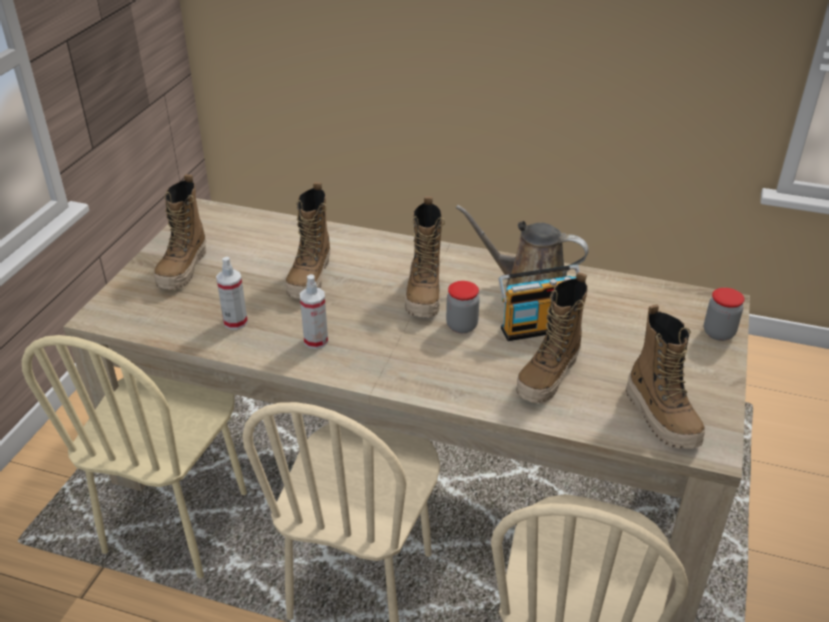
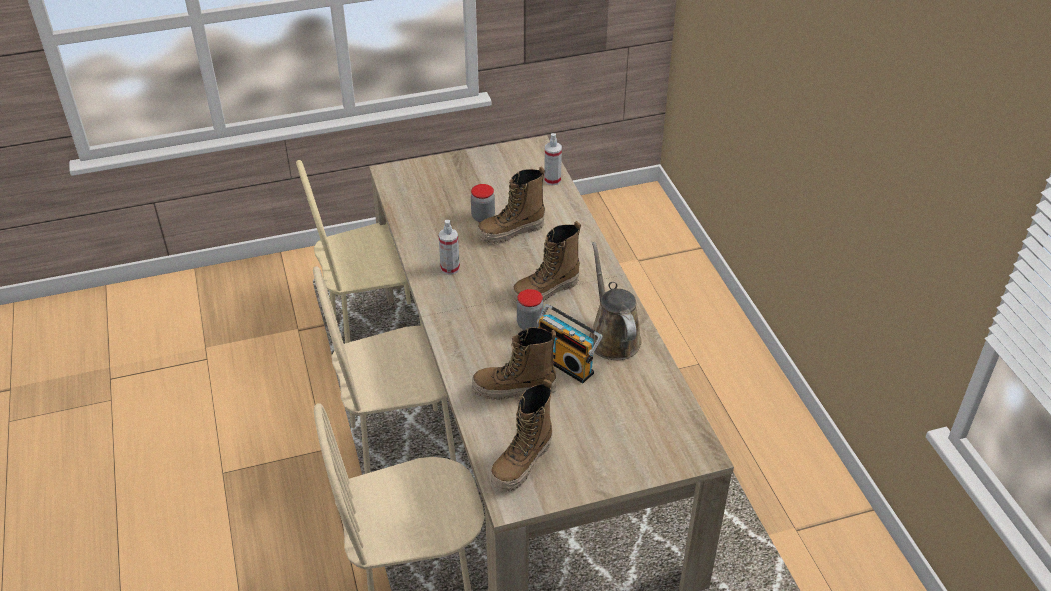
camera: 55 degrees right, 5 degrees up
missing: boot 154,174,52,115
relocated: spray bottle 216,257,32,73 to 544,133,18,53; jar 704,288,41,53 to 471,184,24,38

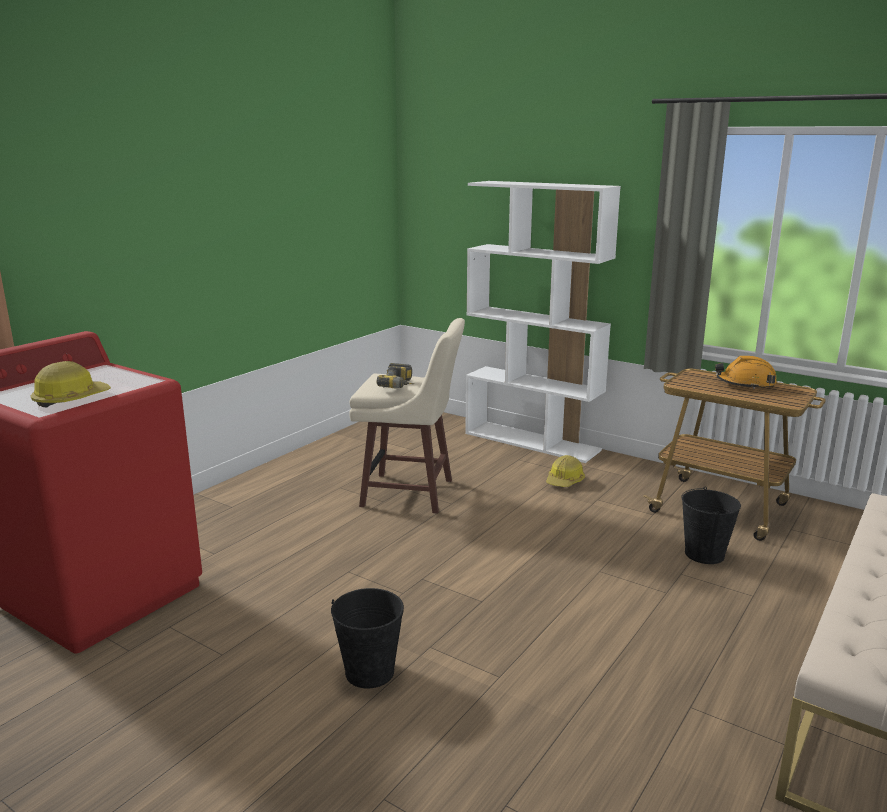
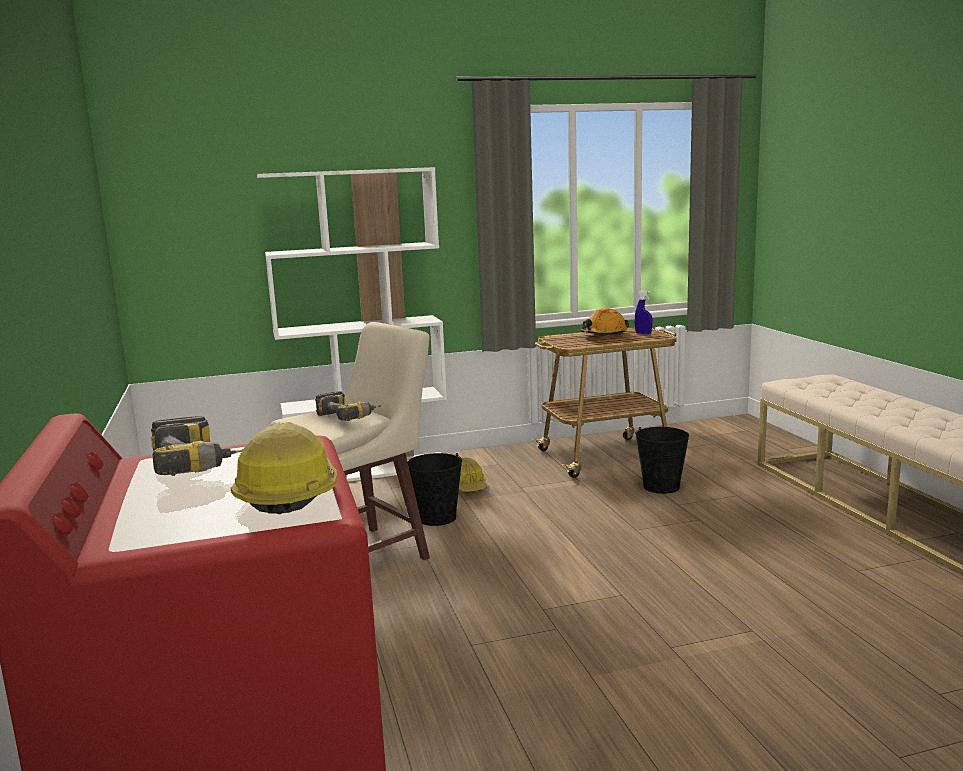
camera: 50 degrees left, 5 degrees down
appeared: power drill 151,416,92,60; spray bottle/blue 635,291,17,43
relocated: bucket/black 331,588,73,100 to 407,453,55,73

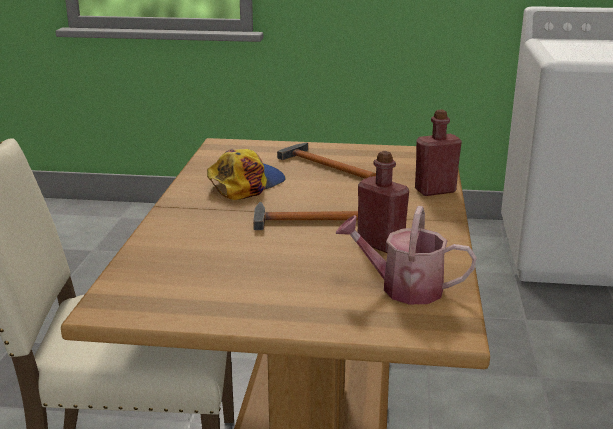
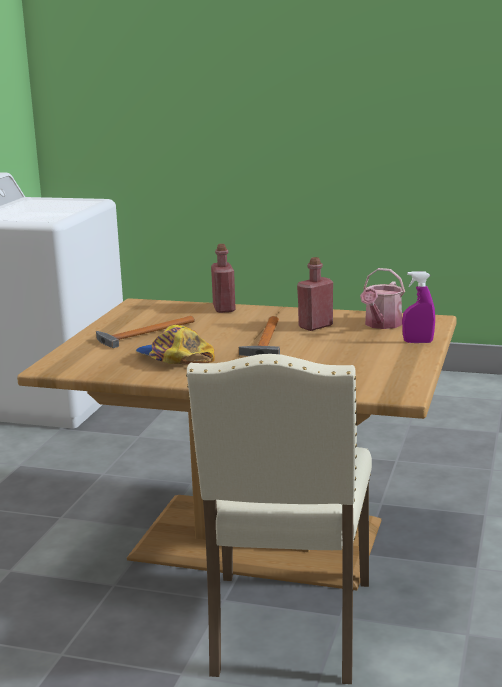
camera: 80 degrees left, 5 degrees down
appeared: spray bottle/purple 402,271,33,72

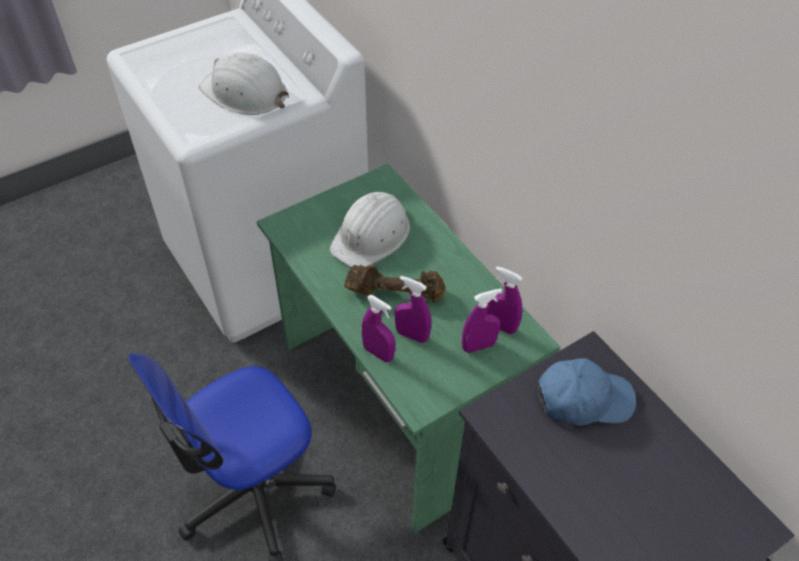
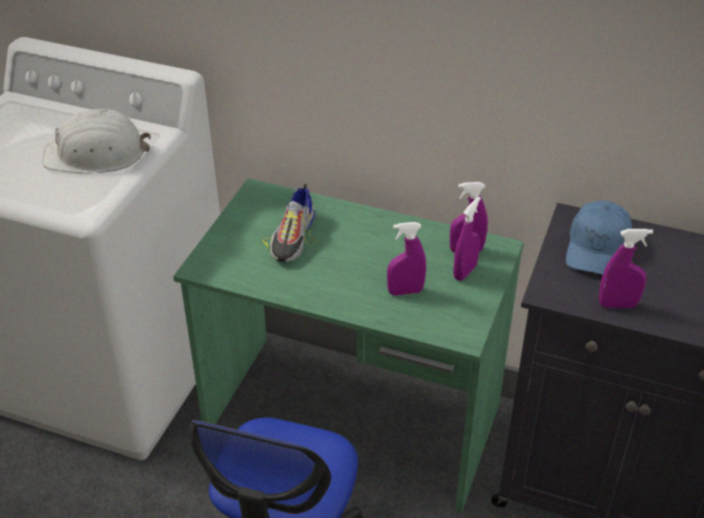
camera: 35 degrees left, 10 degrees down
missing: dumbbell/brown 344,265,101,38
relocated: spray bottle/purple 362,295,33,67 to 599,229,54,79
exchanged: hard hat/white 329,192,81,76 to shoe 263,184,53,78
spun: cap/blue 538,358,98,68 = 566,201,66,74 150 degrees clockwise

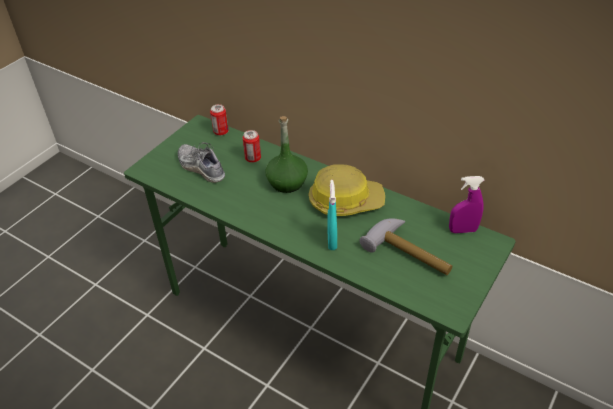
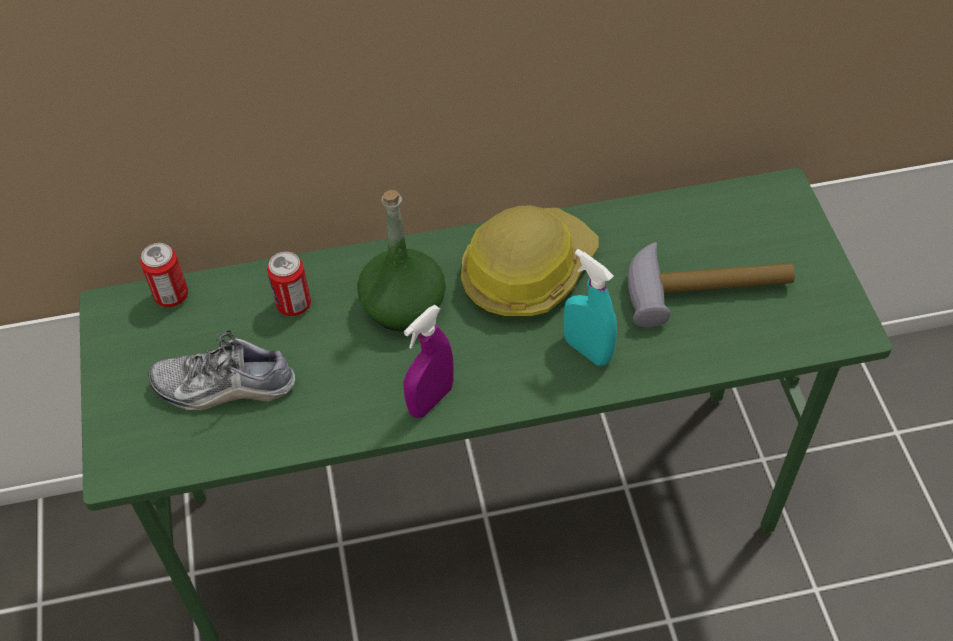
camera: 45 degrees left, 10 degrees up
relocated: spray bottle/purple 449,176,35,58 to 403,305,51,113

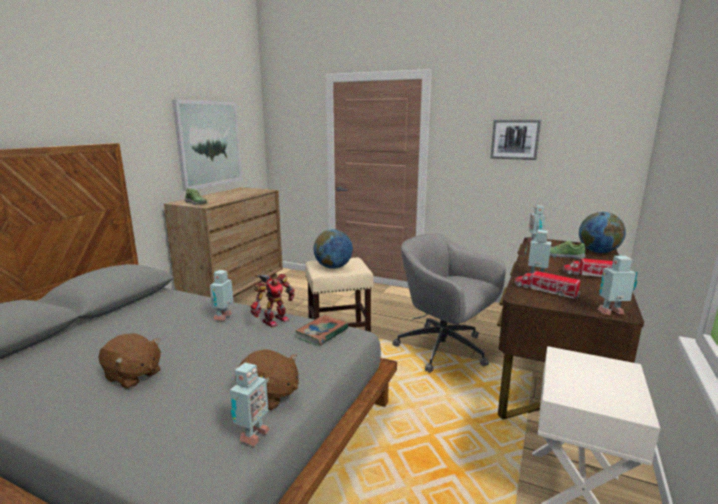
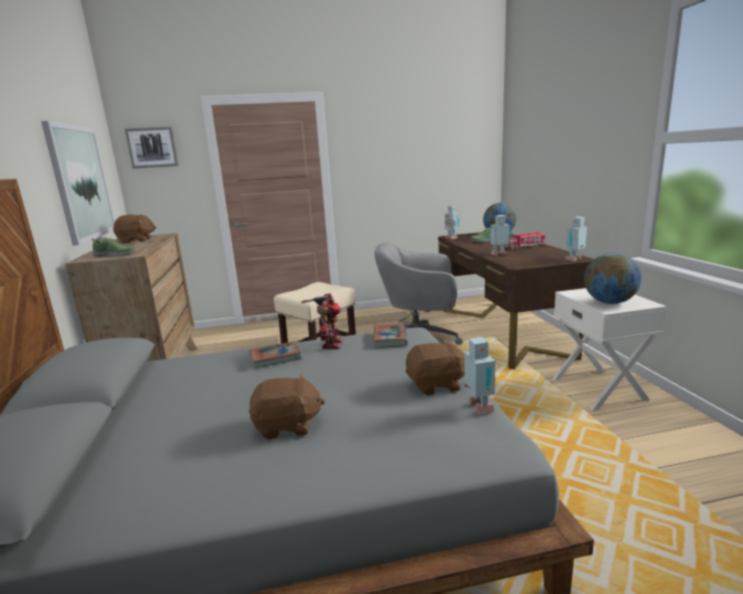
camera: 35 degrees left, 0 degrees up
missing: toy truck 514,270,66,29
appeared: plush toy/brown 113,215,43,28
relocated: globe 313,229,40,40 to 584,253,58,51; picture 491,120,50,40 to 125,126,54,42
exchanged: toy robot 210,270,24,51 to book 249,341,53,27

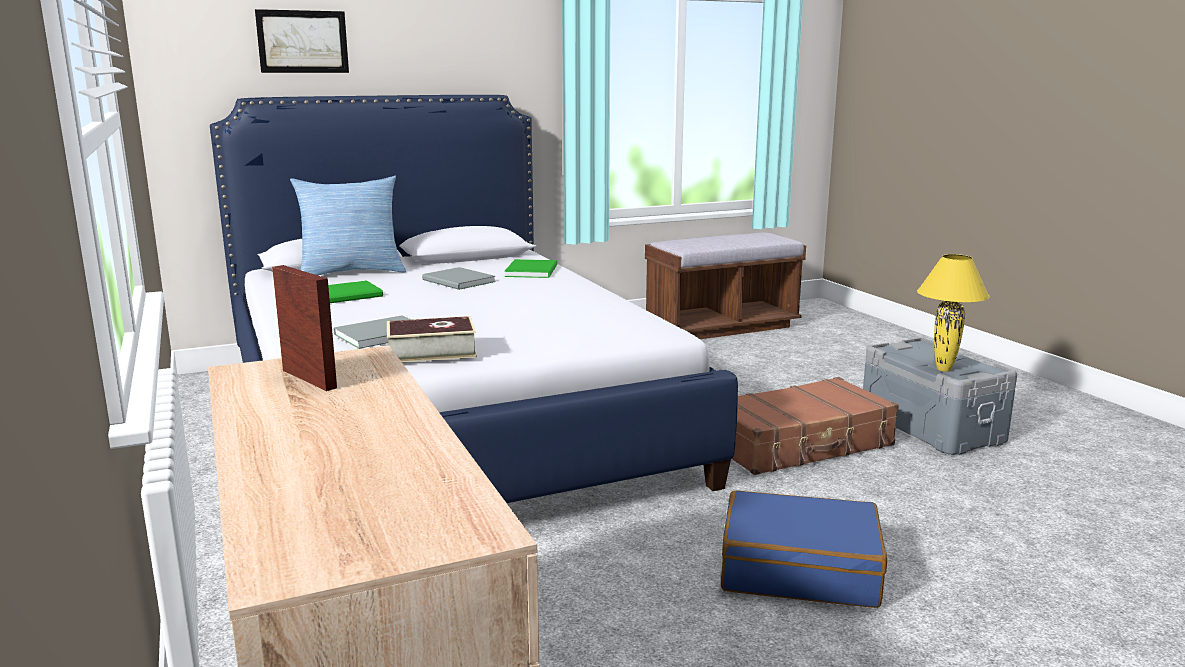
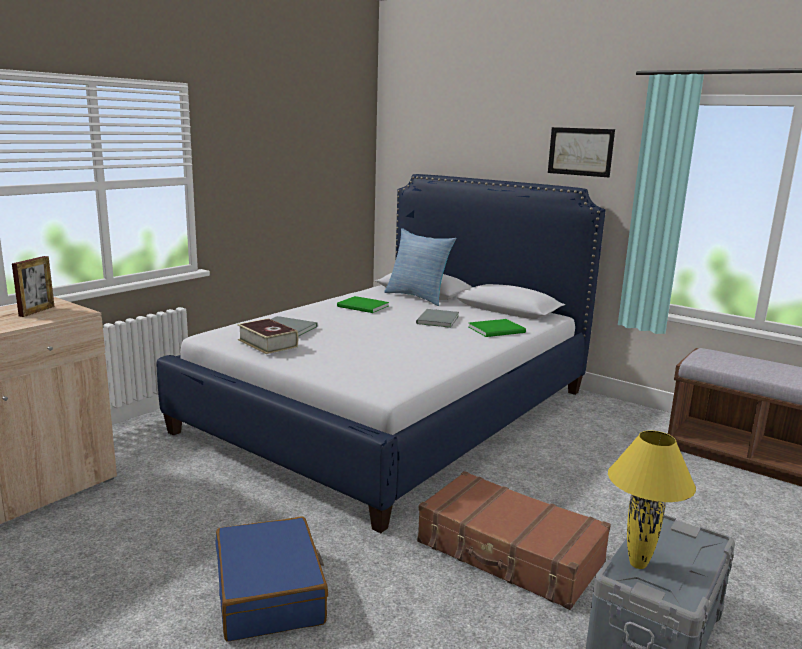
camera: 60 degrees right, 0 degrees up
relocated: picture 255,9,94,64 to 548,127,67,50

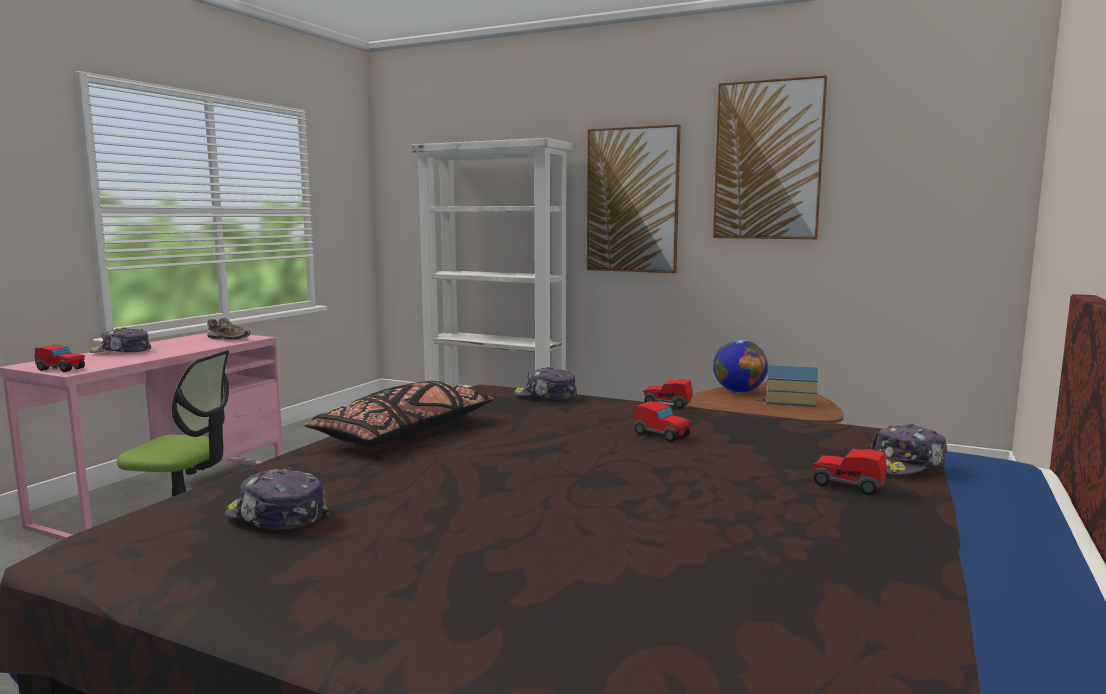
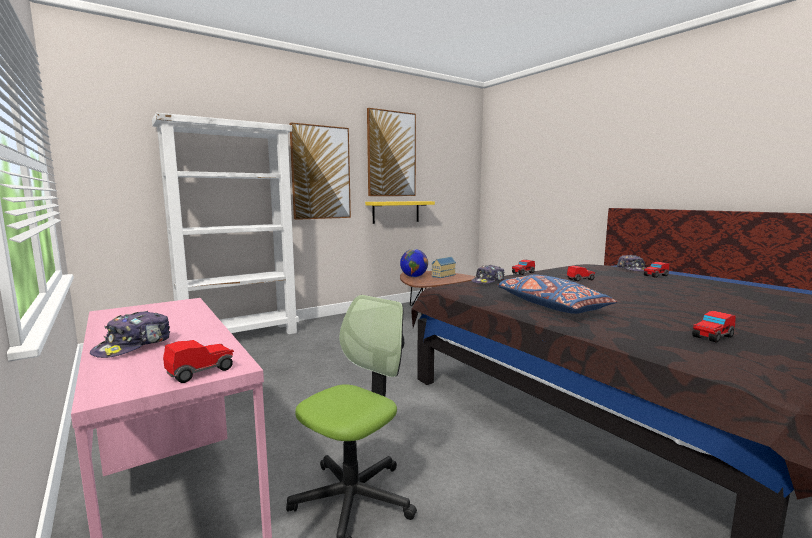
camera: 60 degrees left, 0 degrees up
missing: shoe 207,317,43,23
appeared: shelf/yellow 365,201,70,23
exchanged: cap 224,467,105,63 to toy car 692,311,44,32
colour: pillow/black 304,381,190,65 to pillow/blue 498,274,119,40

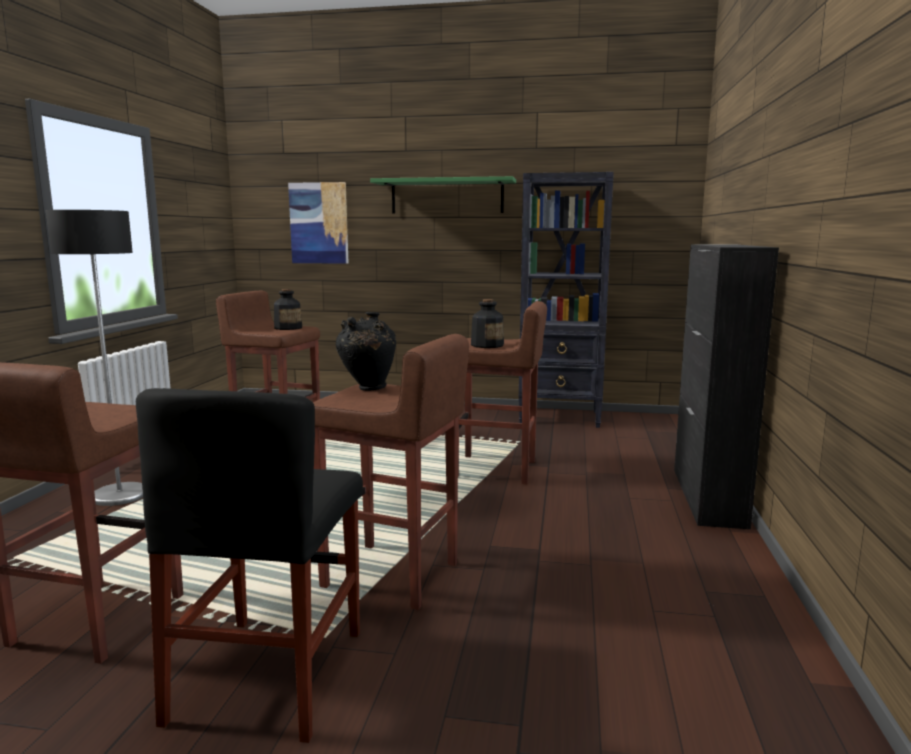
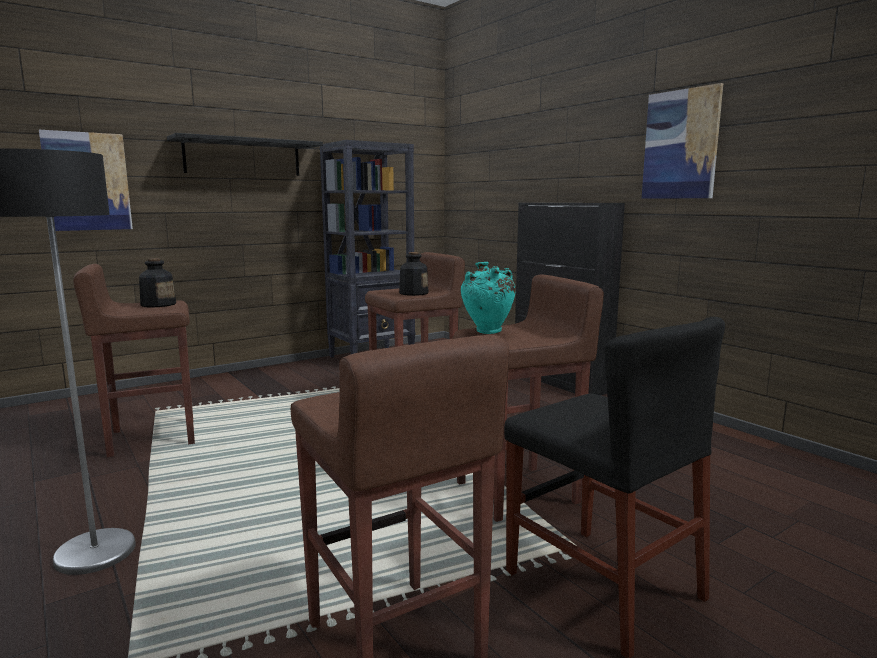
camera: 45 degrees left, 0 degrees up
appeared: picture 642,83,81,116
colour: vase/black 336,312,60,79 to vase/turquoise 461,262,55,72; shelf/green 370,176,146,38 to shelf/black 167,133,156,43

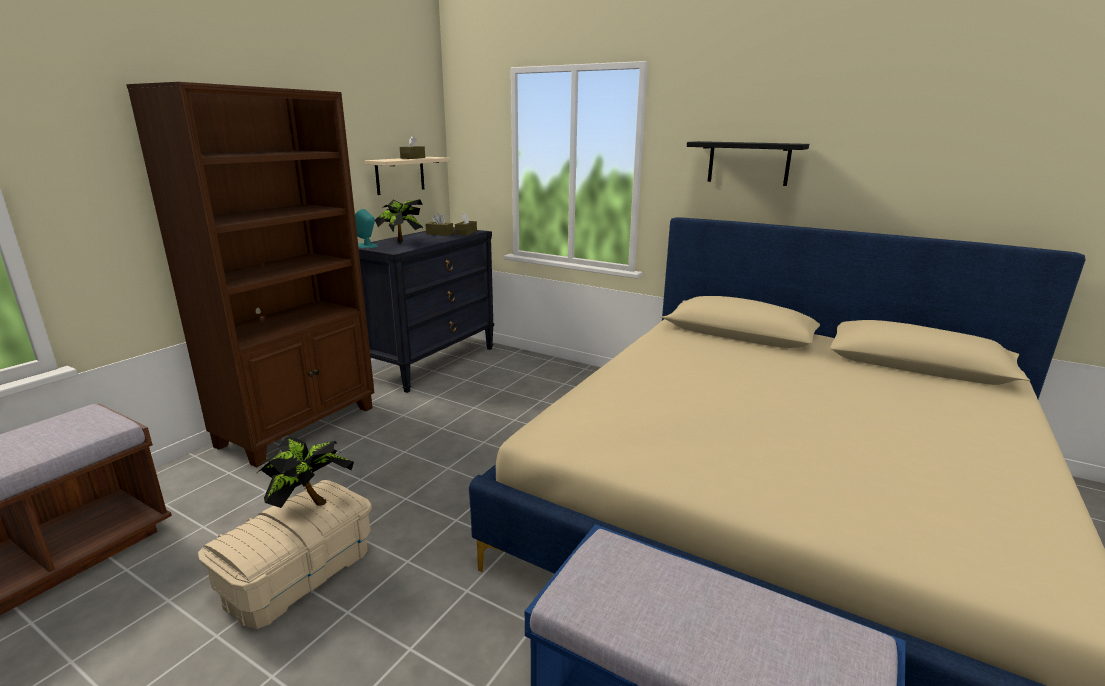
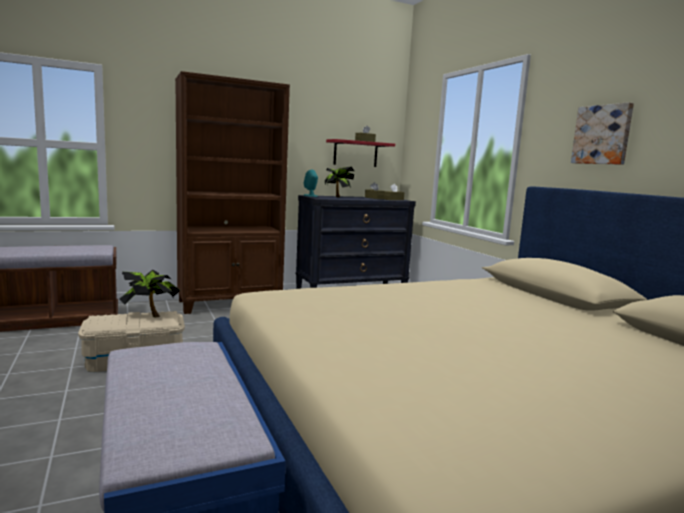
camera: 35 degrees right, 10 degrees down
exchanged: shelf/black 687,141,122,45 to picture 571,102,63,63
colour: shelf/beige 365,157,86,38 to shelf/red 326,139,69,28

